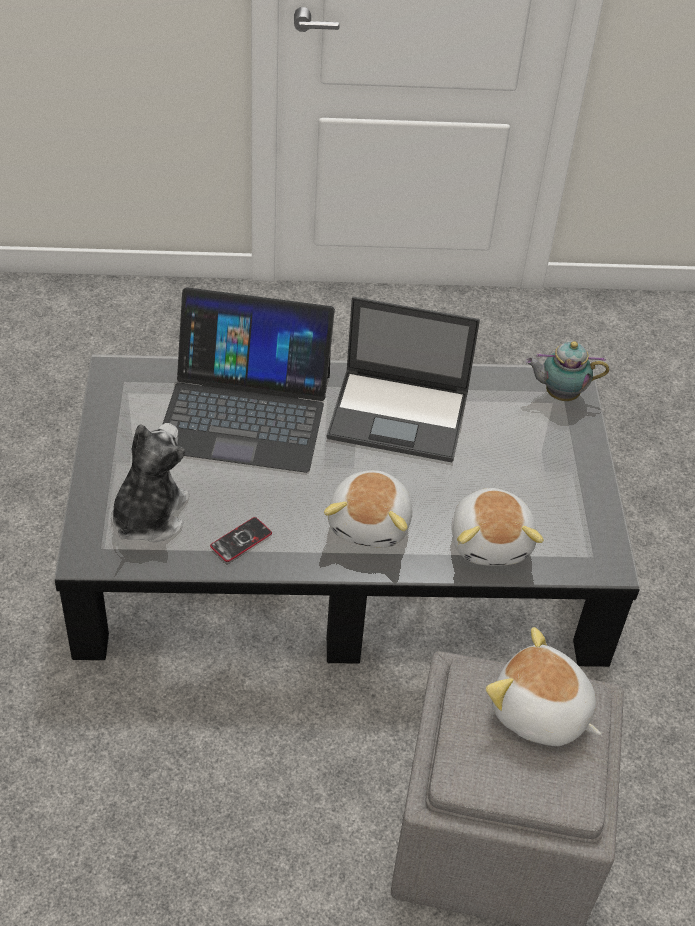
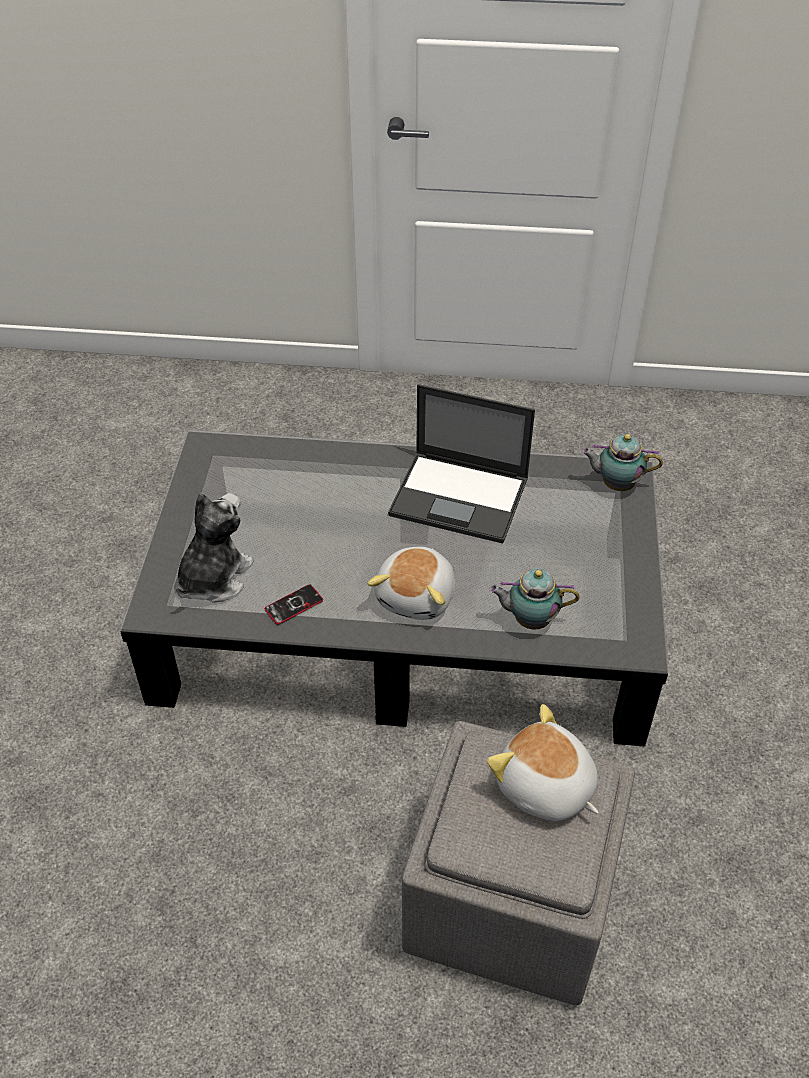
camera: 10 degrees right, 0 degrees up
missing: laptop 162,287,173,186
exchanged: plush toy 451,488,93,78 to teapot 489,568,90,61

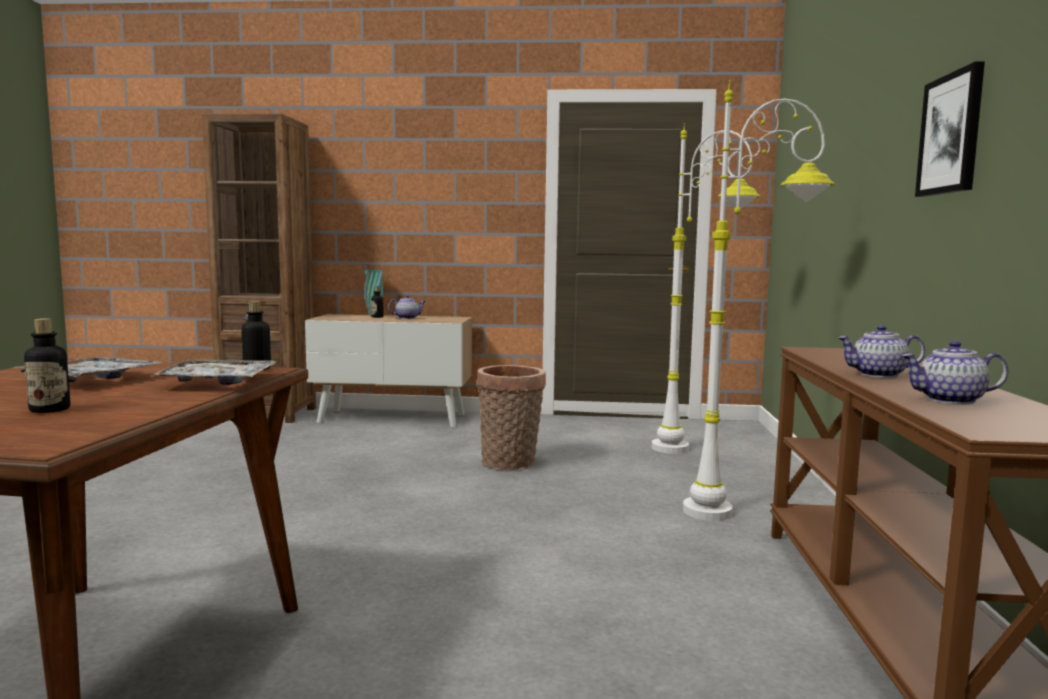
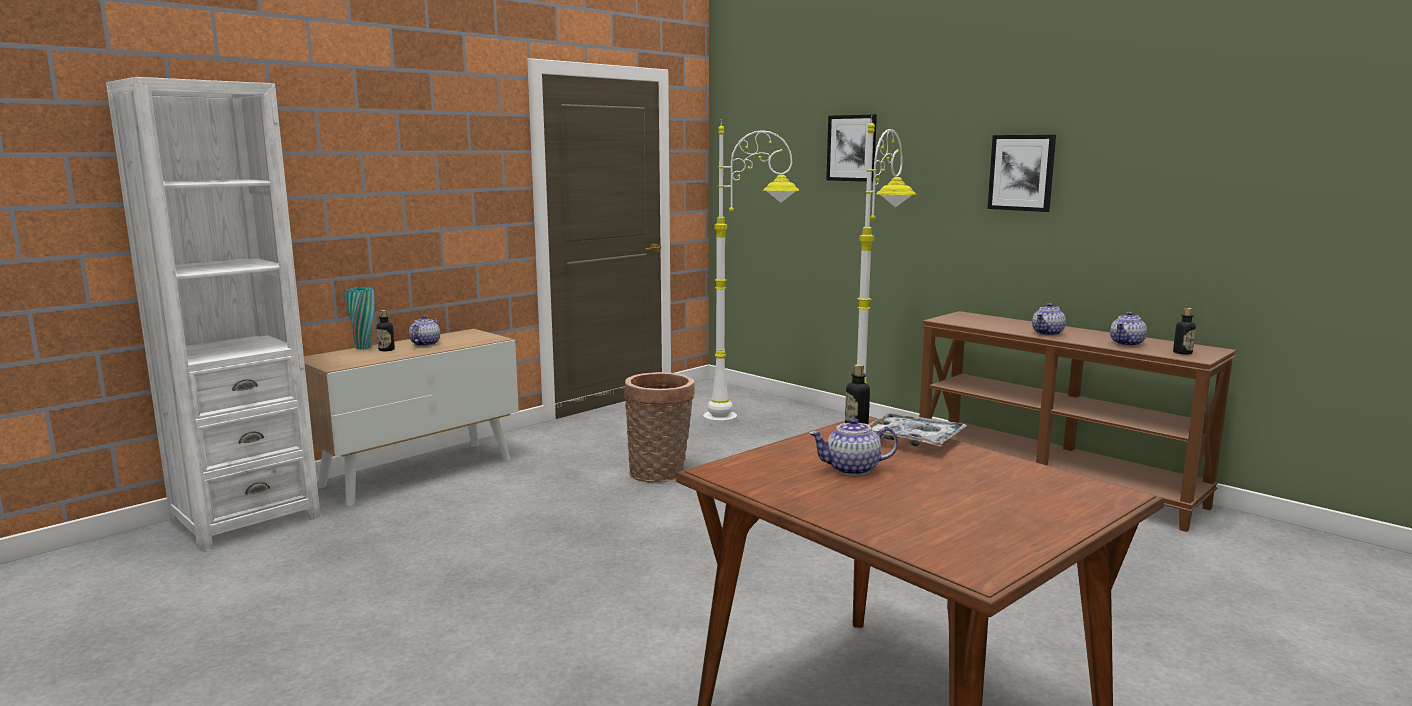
camera: 50 degrees left, 5 degrees up
appeared: picture 826,114,51,68
relocated: bottle 24,318,46,95 to 1173,308,23,47
exchanged: tray 12,357,150,25 to teapot 809,418,89,58
colour: bookcase/brown 202,114,114,309 to bookcase/white 106,77,215,475

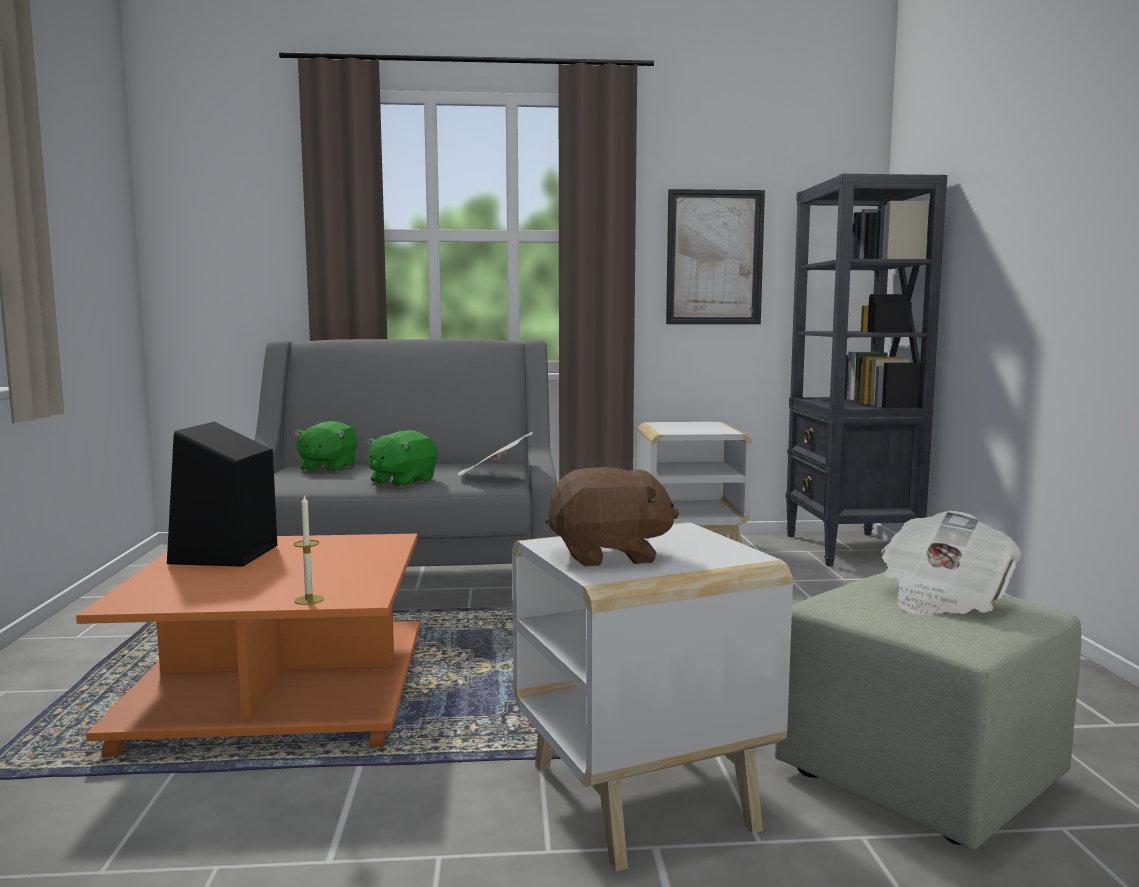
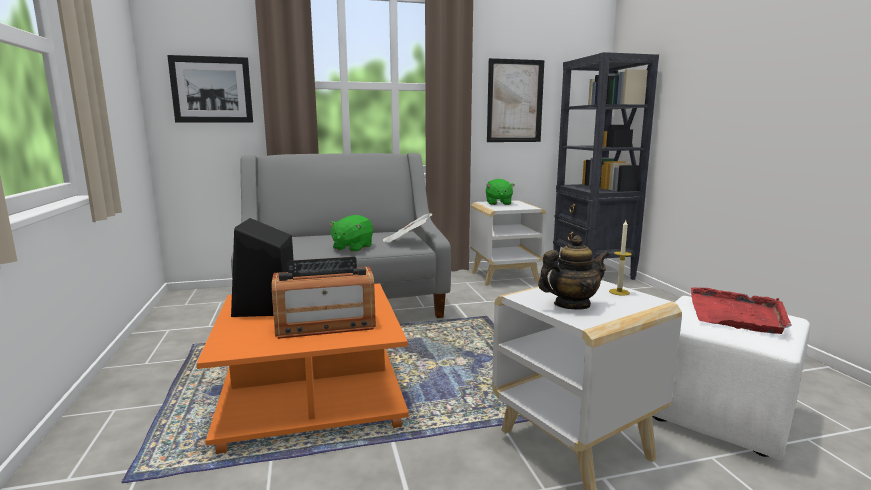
camera: 10 degrees left, 5 degrees up
appeared: picture 167,55,86,68; radio 272,257,104,82
relocated: plush toy/green 293,421,64,51 to 486,179,29,26; candle 294,494,30,111 to 609,220,23,76
exchanged: plush toy/brown 546,467,133,100 to teapot 538,235,71,75; newspaper 881,511,140,104 to tray/red 691,288,101,46
colour: ottoman/green 775,573,306,277 to ottoman/white 652,296,158,164

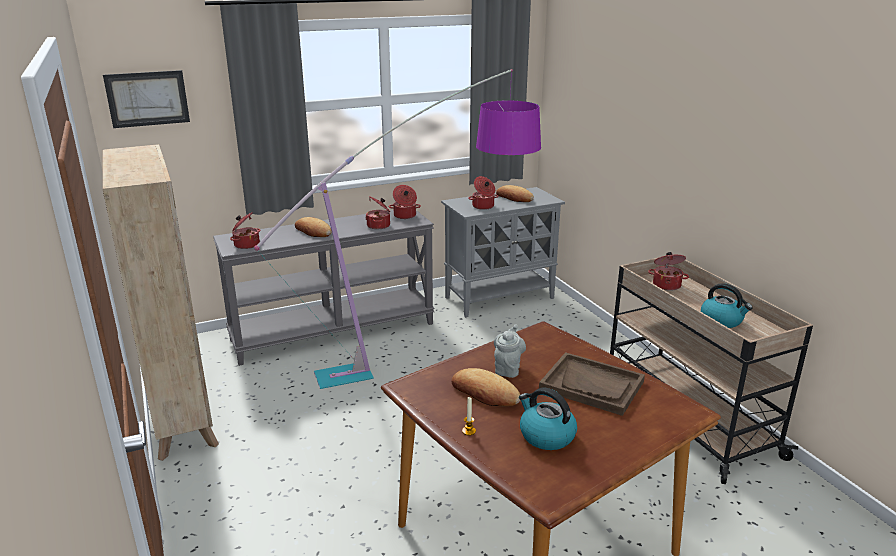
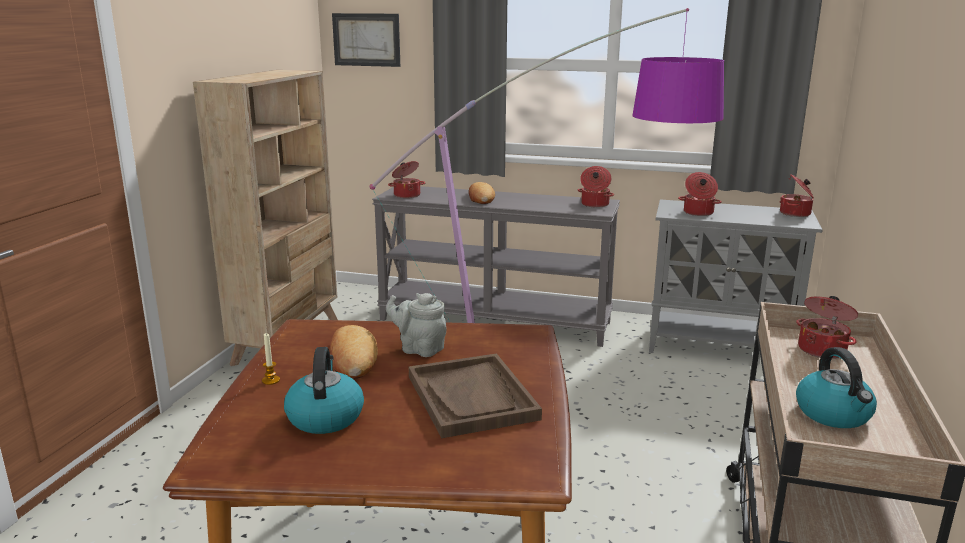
camera: 40 degrees right, 5 degrees down
missing: bread 496,185,38,17
relocated: cooking pot 365,196,25,33 to 780,174,34,43
spun: teapot/grey 494,324,32,54 = 386,293,61,64 120 degrees counterclockwise

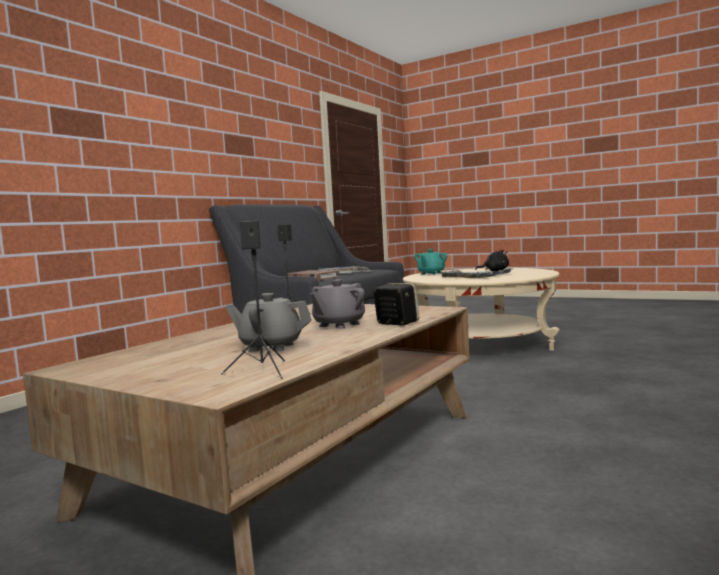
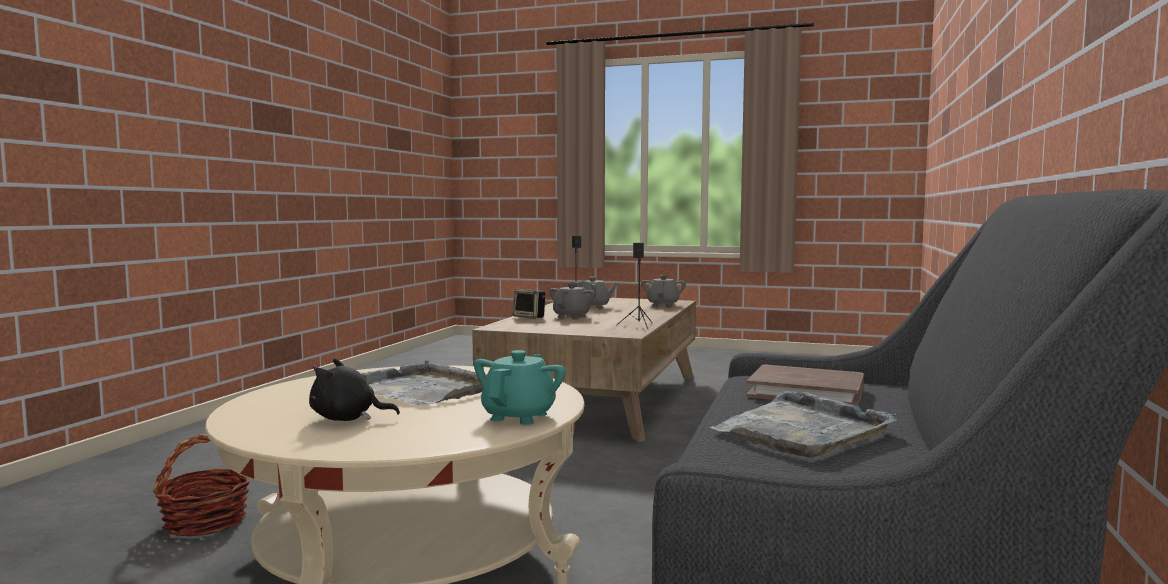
camera: 165 degrees right, 0 degrees up
appeared: basket 153,434,97,103; teapot/grey 641,275,45,32

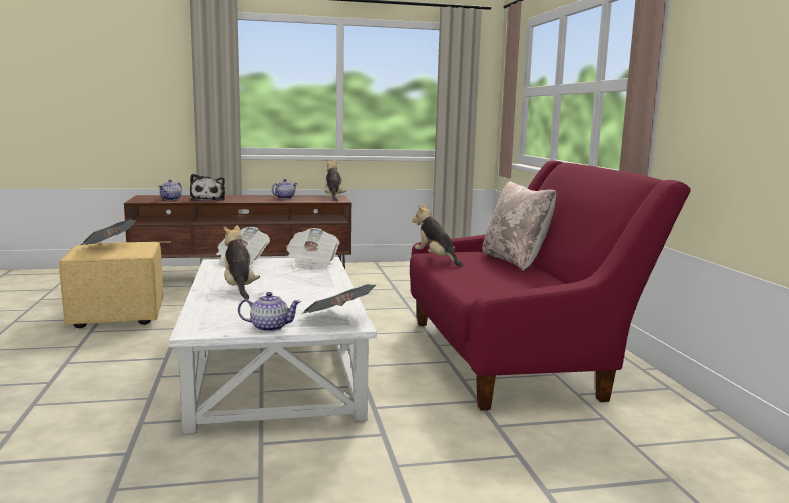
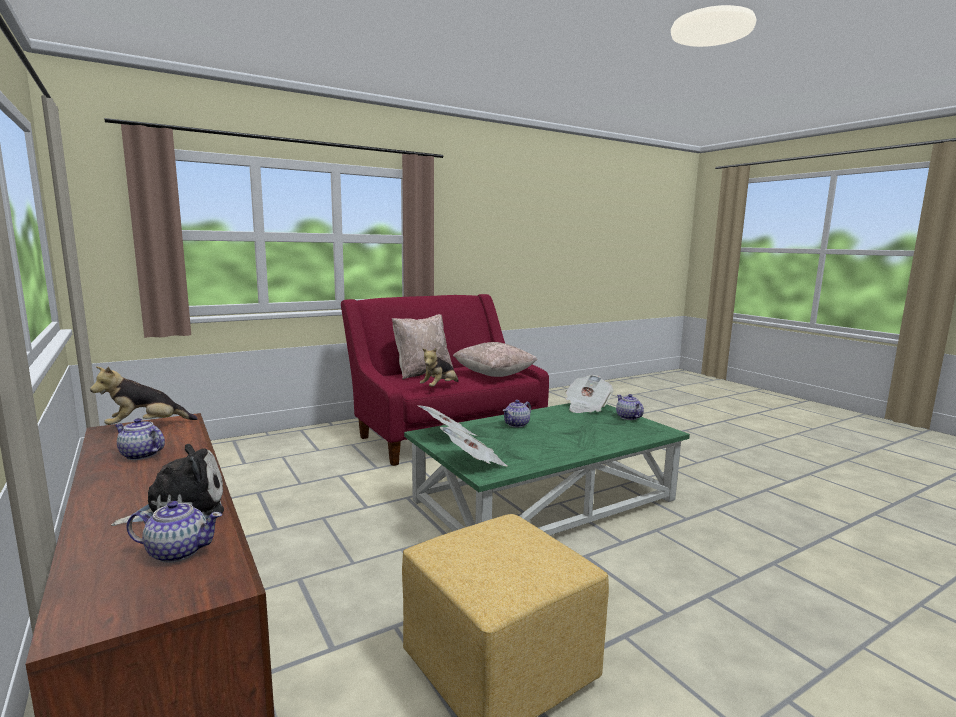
camera: 110 degrees left, 0 degrees up
missing: newspaper 80,219,56,26; plush toy 223,225,37,74
appeared: pillow/beige 453,342,85,35; teapot 502,400,29,28
colour: coffee table/white 169,257,208,177 to coffee table/green 404,403,286,132

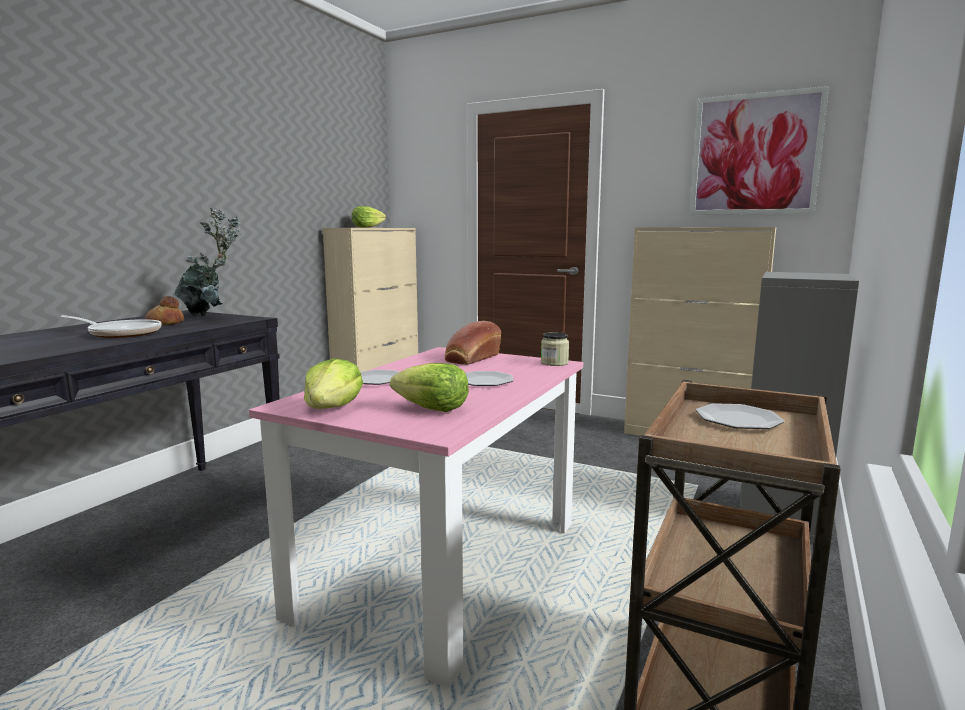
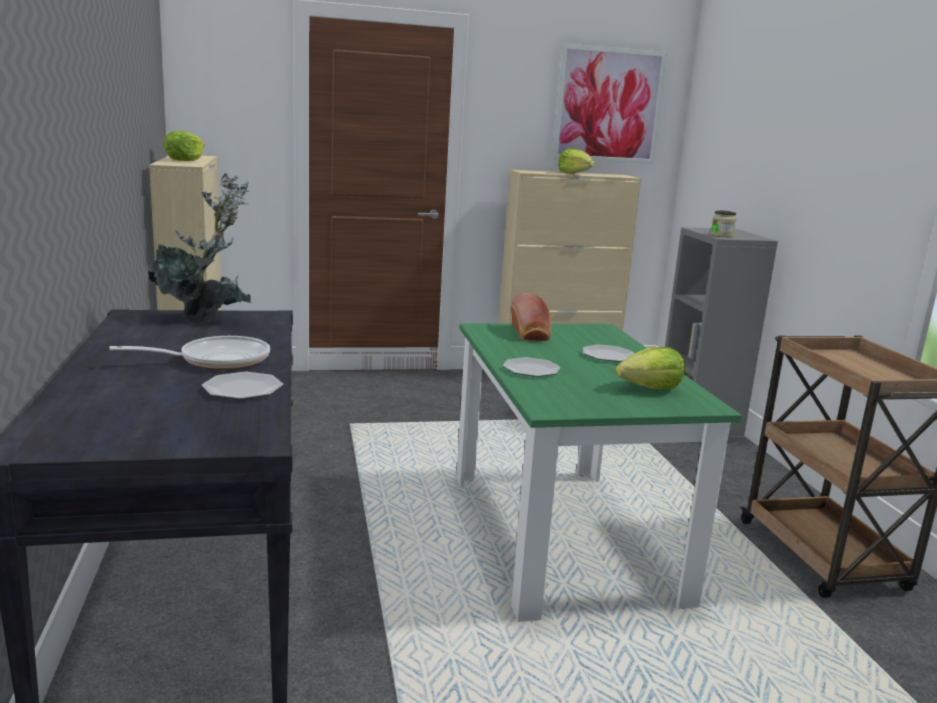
camera: 40 degrees left, 5 degrees up
missing: bread 145,296,39,29
relocated: lettuce 304,359,59,50 to 558,149,36,24; jar 541,332,28,34 to 711,210,25,27; plate 696,403,88,26 to 202,372,81,27
colour: dining table/pink 249,347,334,341 to dining table/green 456,323,286,299

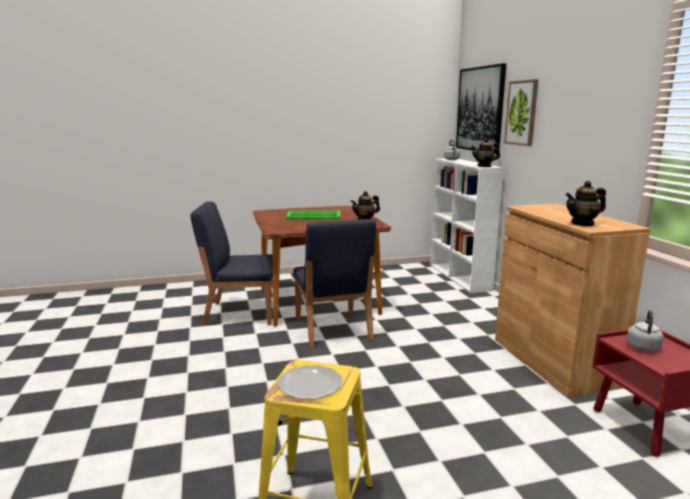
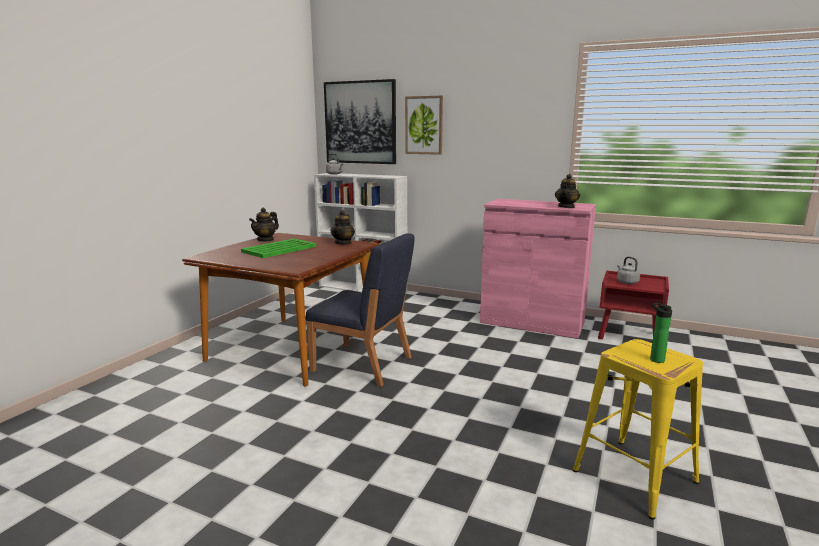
camera: 50 degrees left, 0 degrees up
missing: chair/blue 191,201,82,125
relocated: teapot 471,138,29,29 to 249,208,30,34
exchanged: plate 277,365,66,35 to bottle 650,303,22,60
colour: cabinet/brown 495,203,155,195 to cabinet/pink 480,199,116,139

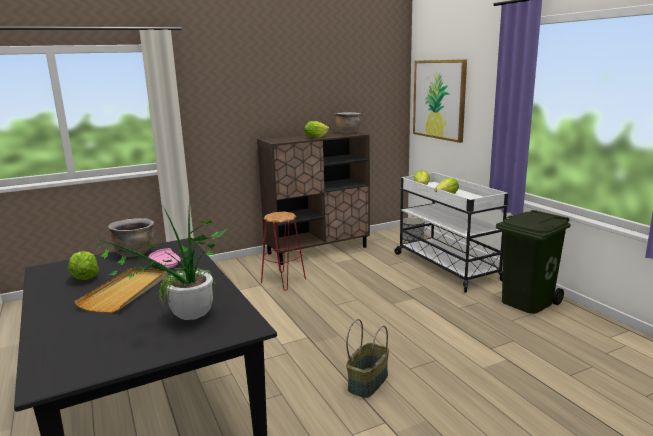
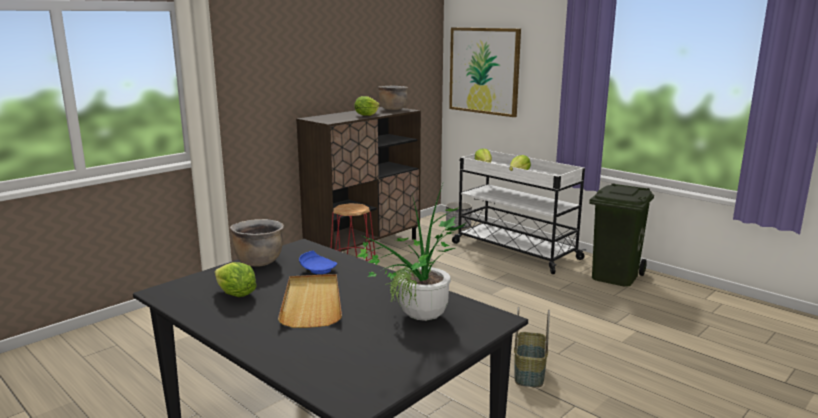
camera: 20 degrees left, 0 degrees up
colour: plate/pink 149,248,32,20 to plate/blue 299,251,38,23

